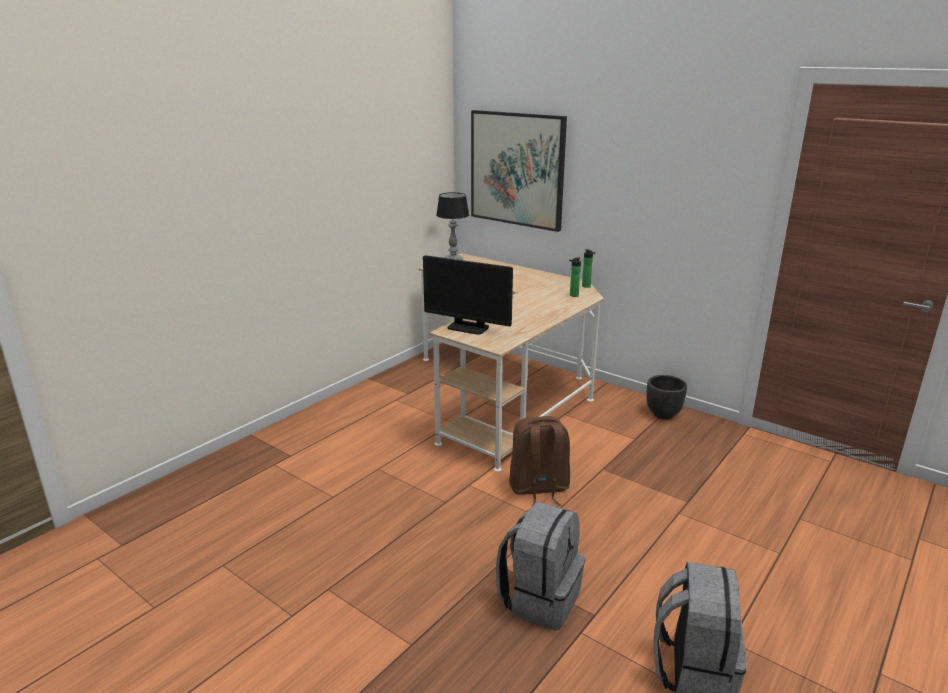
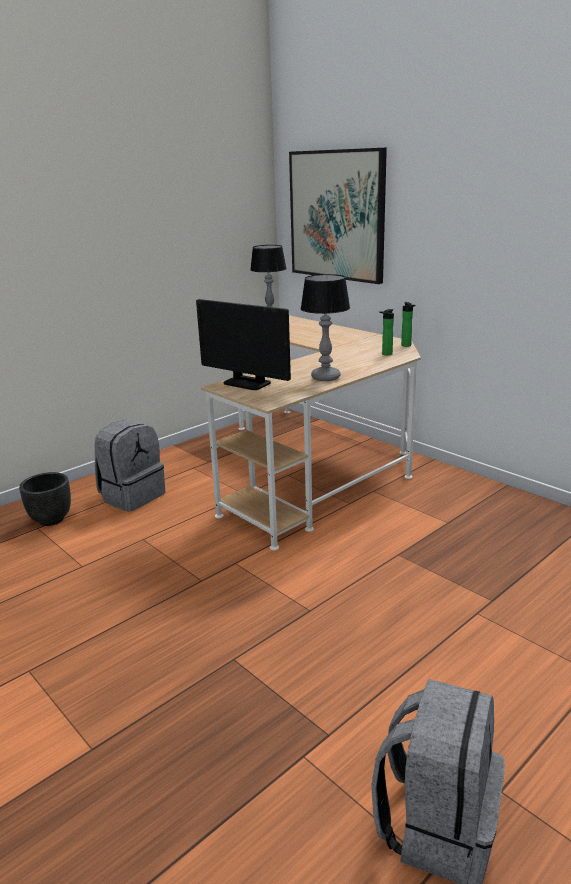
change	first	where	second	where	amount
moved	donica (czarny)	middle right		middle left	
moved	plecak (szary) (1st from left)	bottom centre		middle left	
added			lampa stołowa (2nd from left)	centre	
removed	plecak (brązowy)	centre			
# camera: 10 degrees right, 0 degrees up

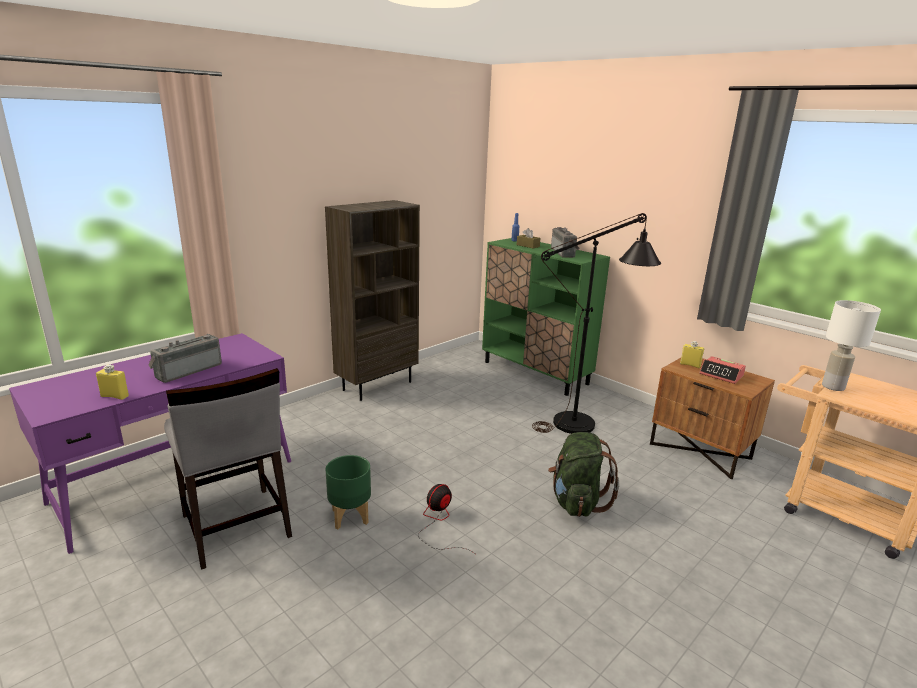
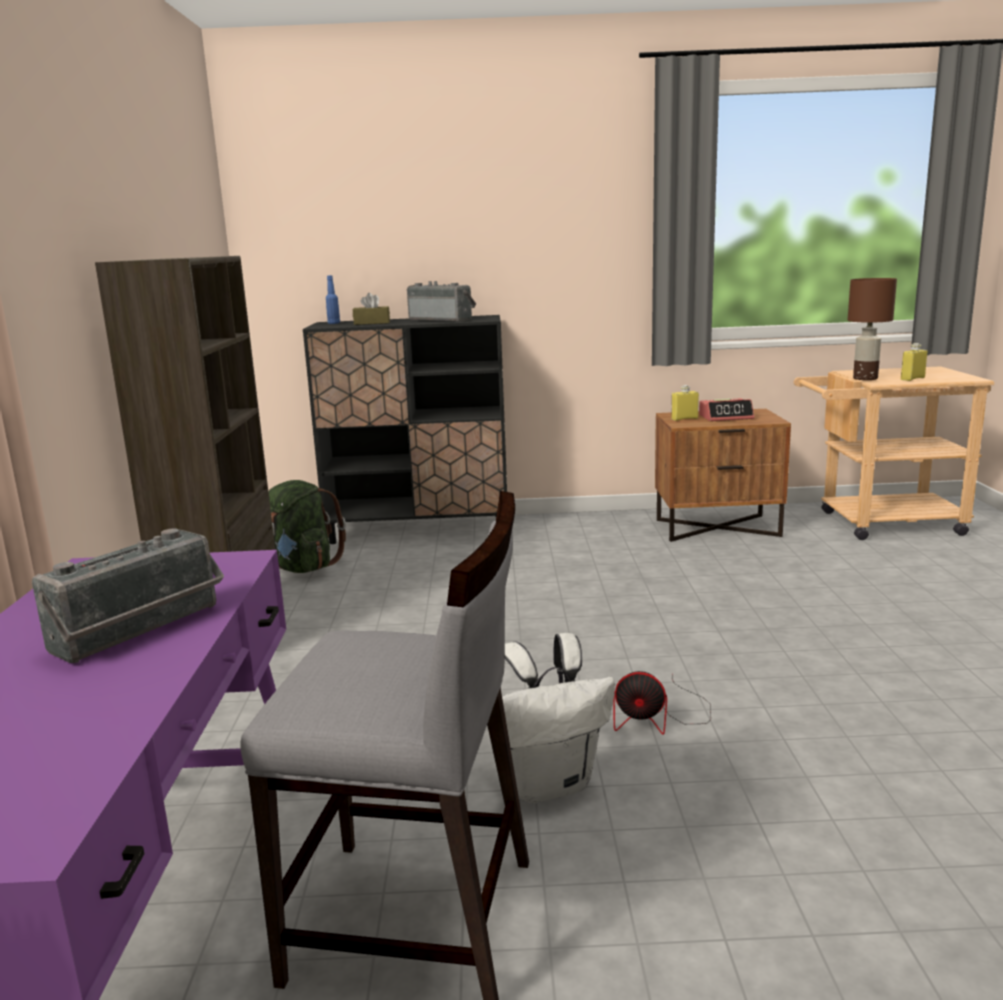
change	first	where	second	where	amount
turned	radio (1st from left)	middle left		middle left	135 degrees counterclockwise
moved	plecak (zielony)	bottom centre		middle left	
recoloured	szafka (zielony)	centre	szafka (czarny)	centre	
replaced	donica (zielony)	bottom centre	plecak (biały)	bottom centre	
turned	wentylator	bottom centre		bottom centre	75 degrees counterclockwise
recoloured	lampa stołowa (biały)	middle right	lampa stołowa (brązowy)	top right	
moved	butelka (żółty) (1st from left in the first image)	middle left	butelka (żółty) (2nd from left)	middle right	
removed	lampa stojąca (czarny)	centre			
# camera: 45 degrees left, 5 degrees down

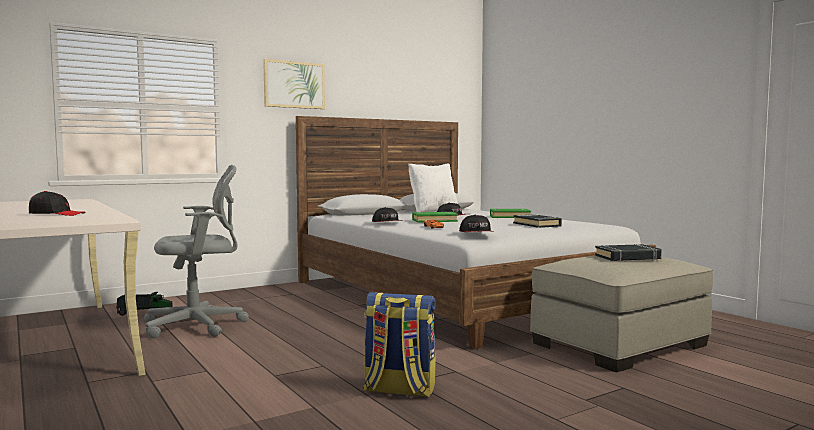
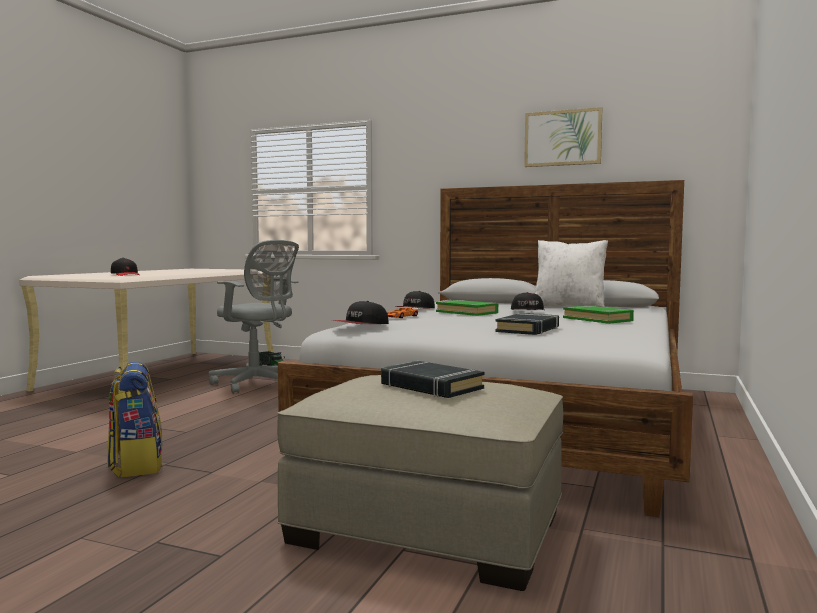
change	first	where	second	where	amount
moved	obraz	top centre		top right	
# camera: 55 degrees right, 0 degrees up

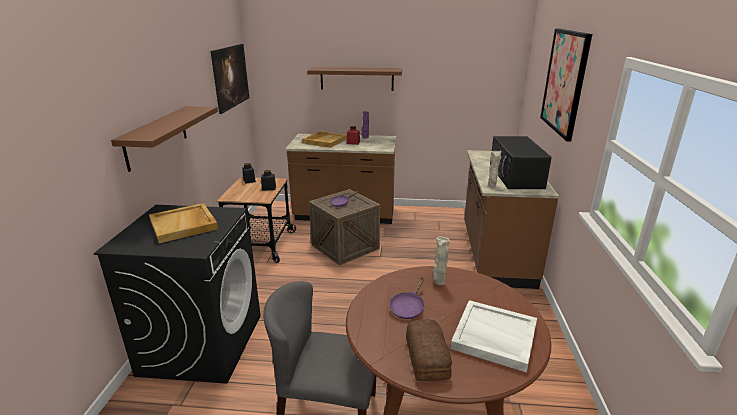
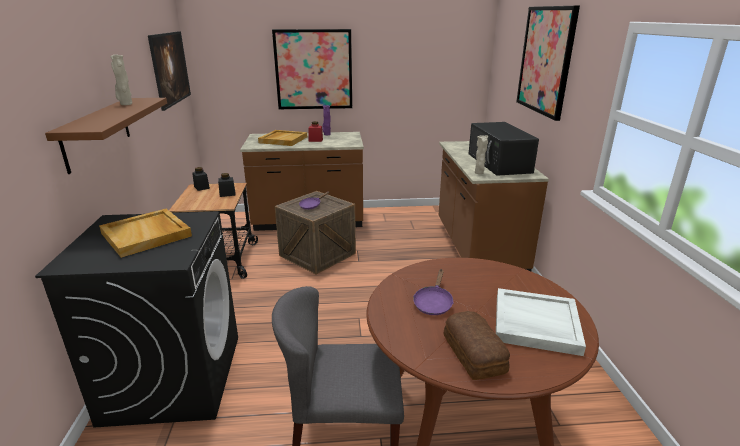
change	first	where	second	where	amount
moved	wazon (beżowy) (1st from left)	centre		top left	
replaced	półka (brązowy) (2nd from left)	top centre	obraz (2nd from left)	top centre	
# camera: 10 degrees left, 0 degrees up

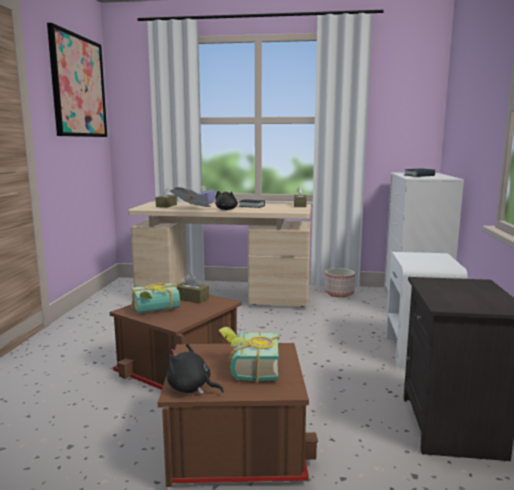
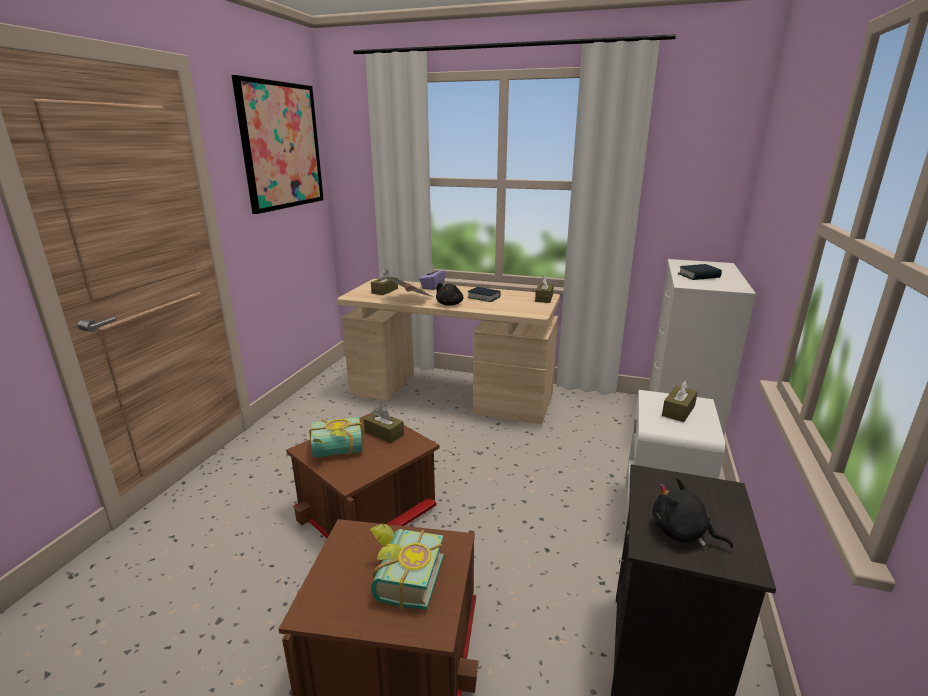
change	first	where	second	where	amount
moved	pluszak (czarny) (1st from left in the first image)	bottom centre	pluszak (czarny) (2nd from left)	bottom right	
added			pudełko chusteczek (brązowy) (4th from left)	middle right	
removed	donica	centre			
# camera: 10 degrees right, 10 degrees up

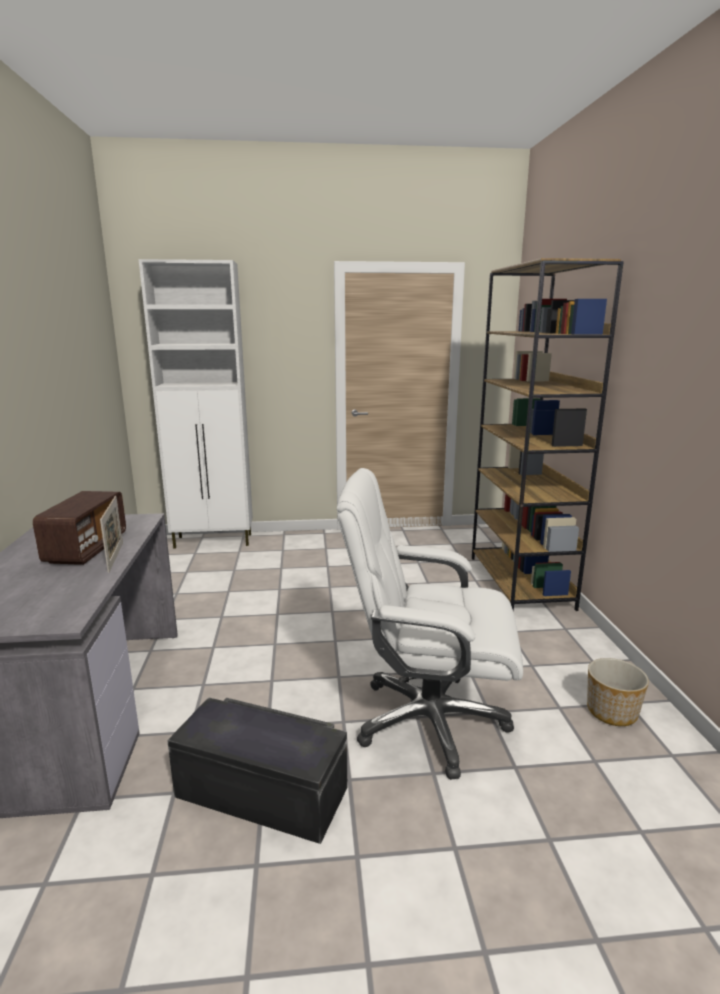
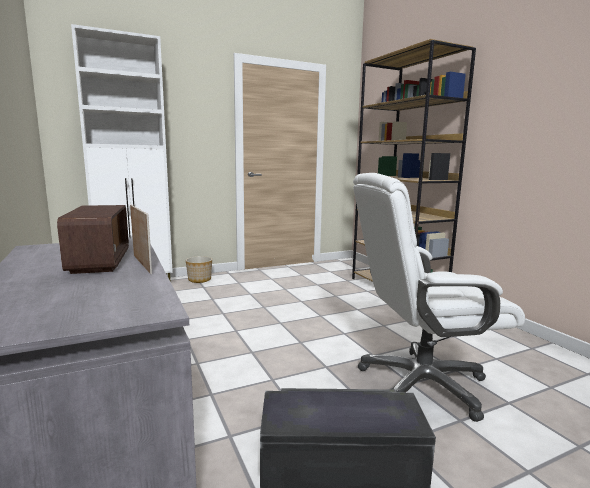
change	first	where	second	where	amount
moved	donica	bottom right		centre	
# camera: 20 degrees left, 5 degrees down

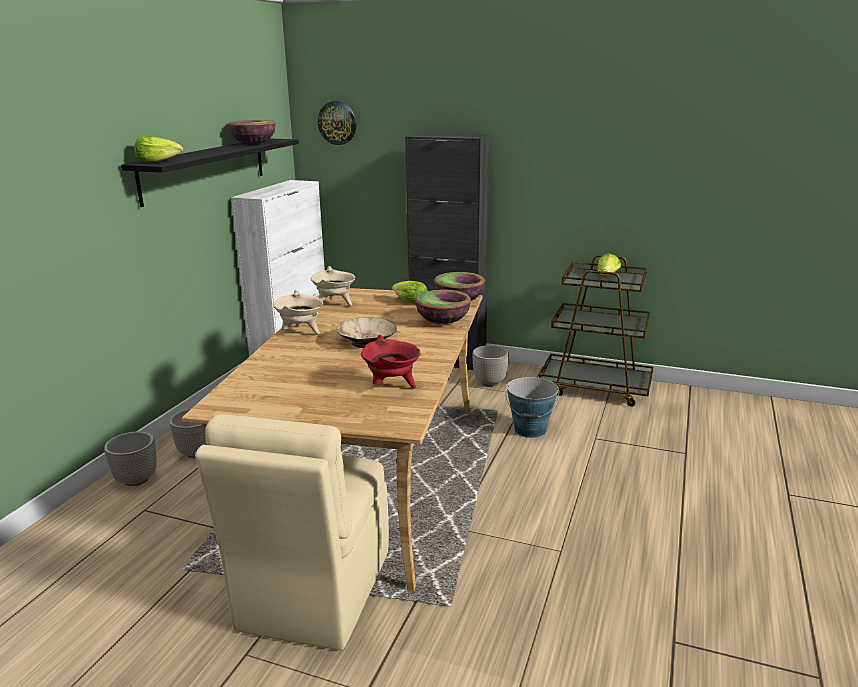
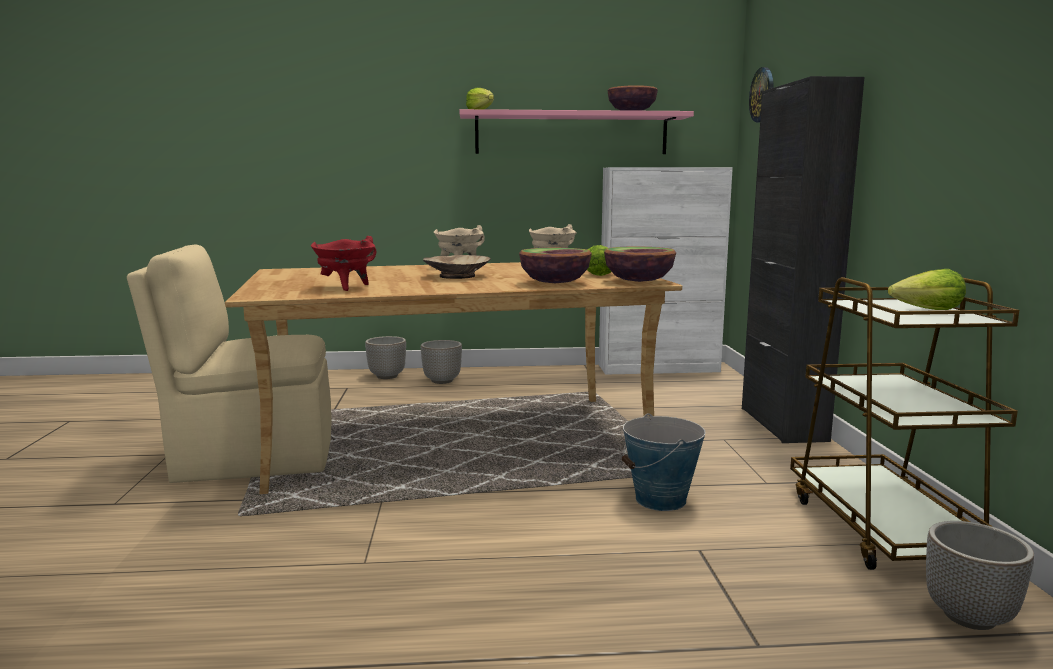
change	first	where	second	where	amount
recoloured	półka (czarny)	top left	półka (różowy)	top centre	
moved	donica (3rd from left)	centre		bottom right	
# camera: 65 degrees right, 10 degrees down

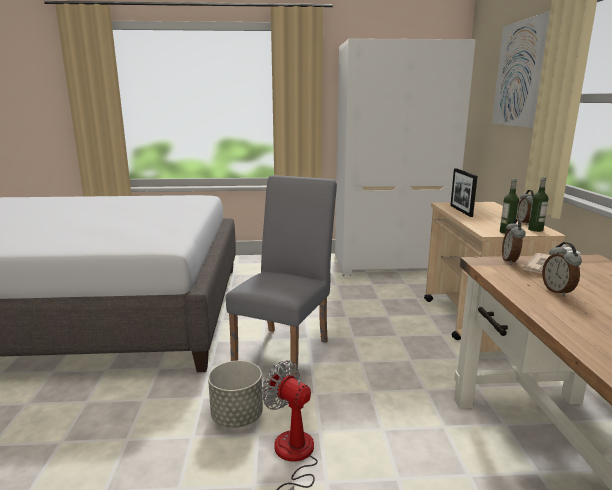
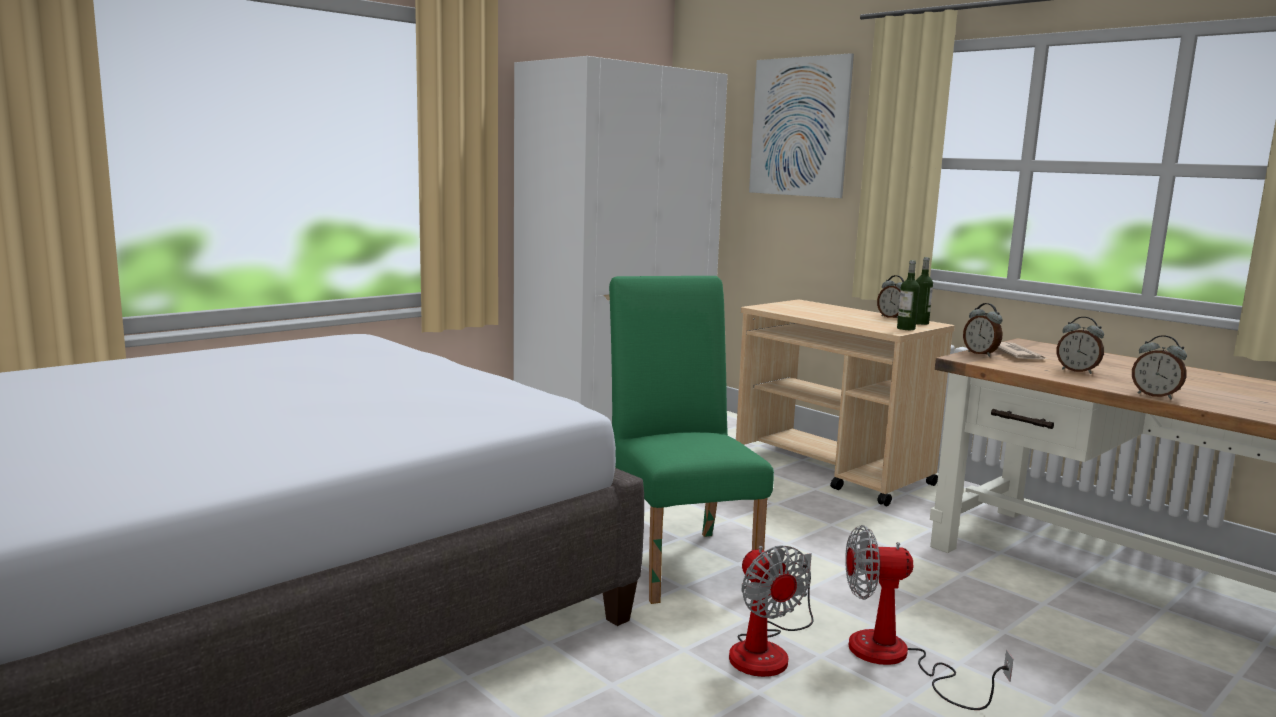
change	first	where	second	where	amount
recoloured	krzesło (szary)	centre	krzesło (zielony)	centre	
replaced	donica (szary)	bottom centre	wentylator (1st from left)	bottom centre	
added			budzik (4th from left)	middle right	
removed	ramka na zdjęcie	middle right			
# camera: 40 degrees left, 5 degrees down

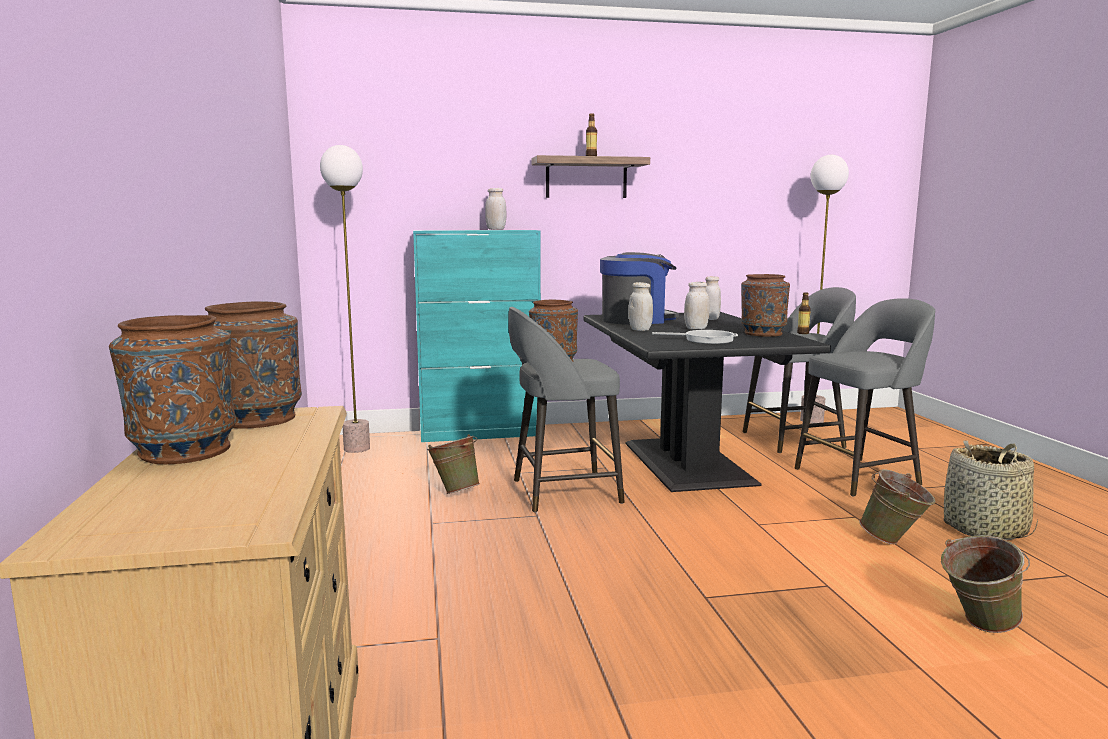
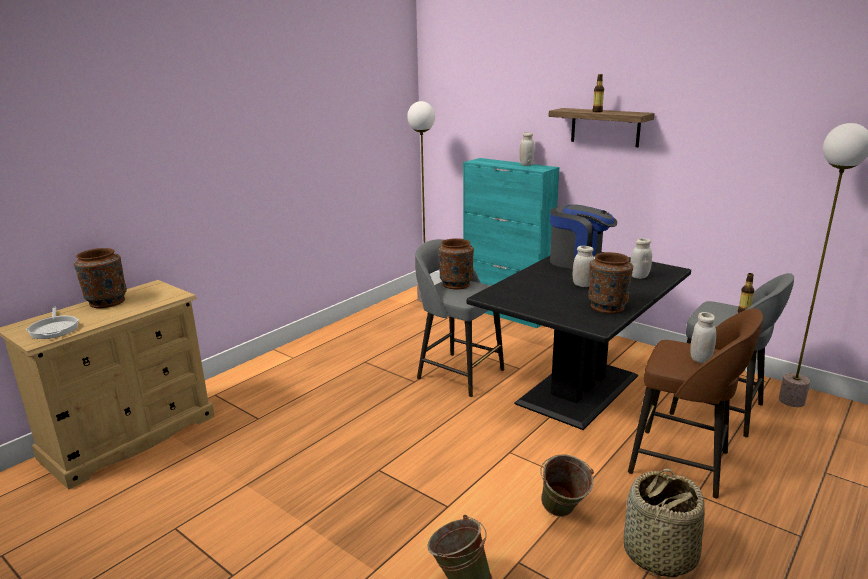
change	first	where	second	where	amount
moved	patelnia	centre		middle left	
recoloured	stołek (szary) (3rd from left)	middle right	stołek (brązowy)	bottom right	
moved	słoik (biały) (2nd from left in the first image)	centre	słoik (biały) (4th from left)	middle right	
removed	wazon (brązowy) (2nd from left)	middle left			
removed	wiadro (zielony) (1st from left)	centre			
# camera: 50 degrees right, 10 degrees up

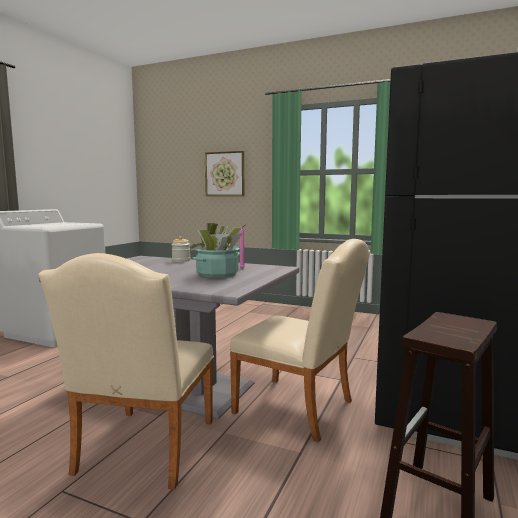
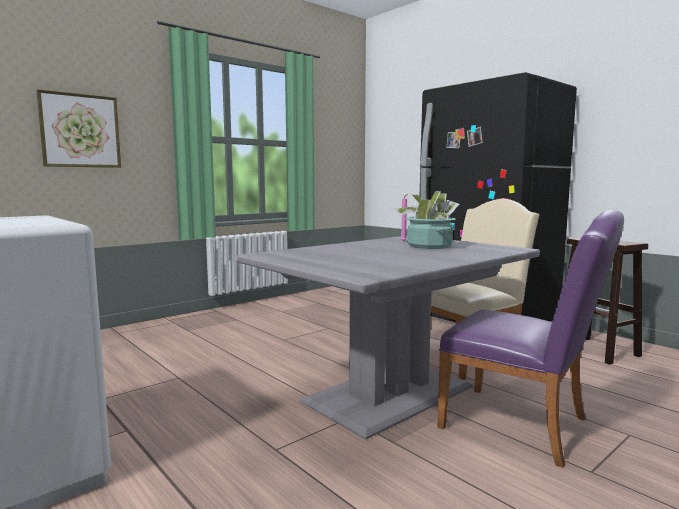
change	first	where	second	where	amount
recoloured	krzesło (beżowy) (1st from left)	bottom left	krzesło (fioletowy)	middle right	
removed	słoik	centre			
# camera: 65 degrees left, 0 degrees up

